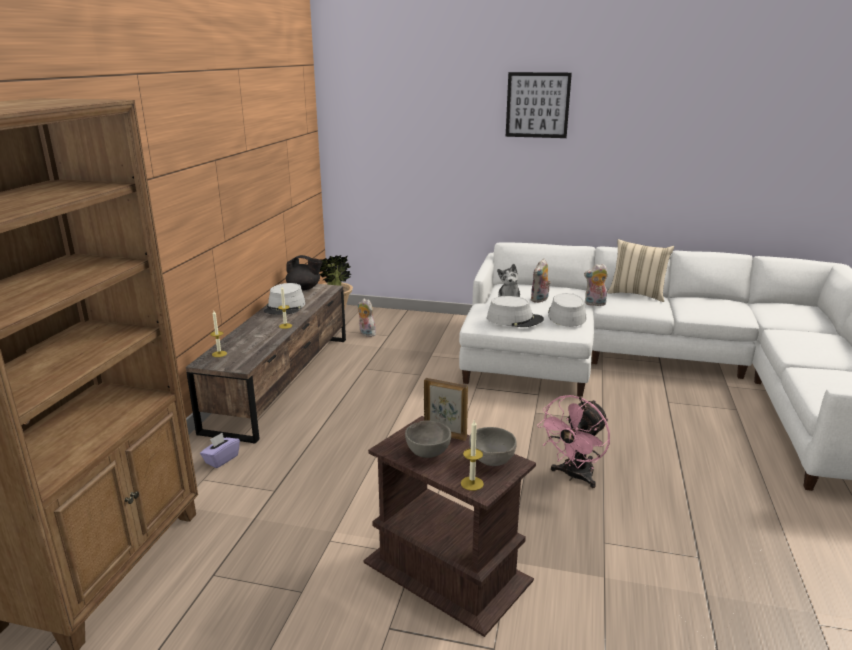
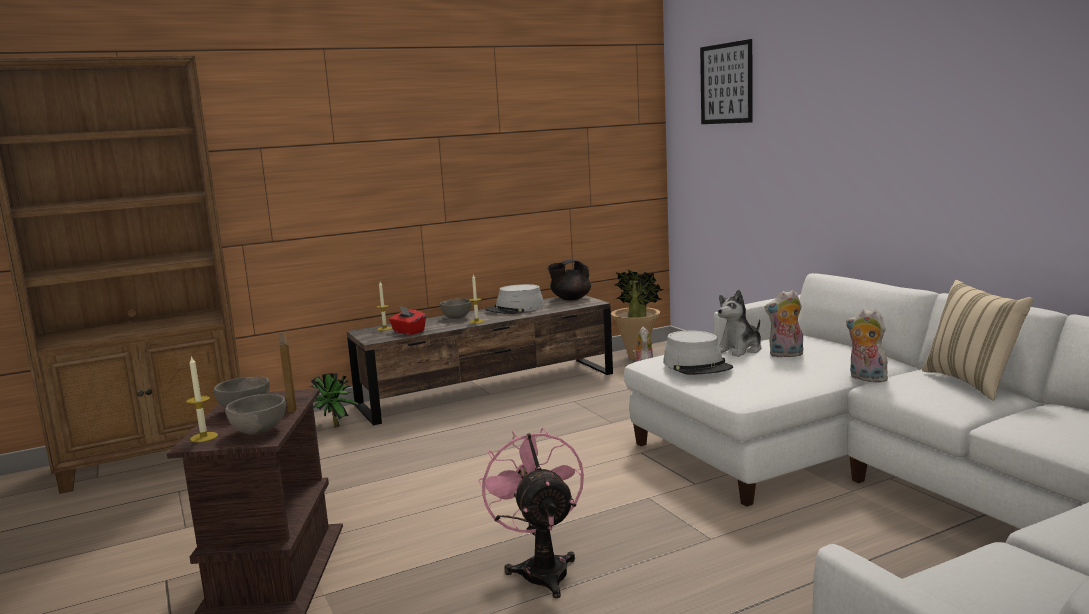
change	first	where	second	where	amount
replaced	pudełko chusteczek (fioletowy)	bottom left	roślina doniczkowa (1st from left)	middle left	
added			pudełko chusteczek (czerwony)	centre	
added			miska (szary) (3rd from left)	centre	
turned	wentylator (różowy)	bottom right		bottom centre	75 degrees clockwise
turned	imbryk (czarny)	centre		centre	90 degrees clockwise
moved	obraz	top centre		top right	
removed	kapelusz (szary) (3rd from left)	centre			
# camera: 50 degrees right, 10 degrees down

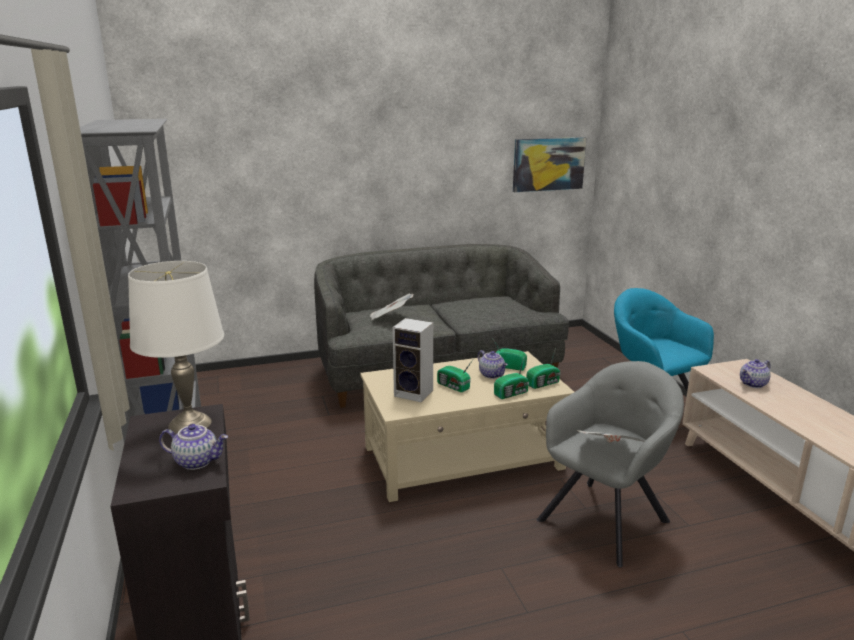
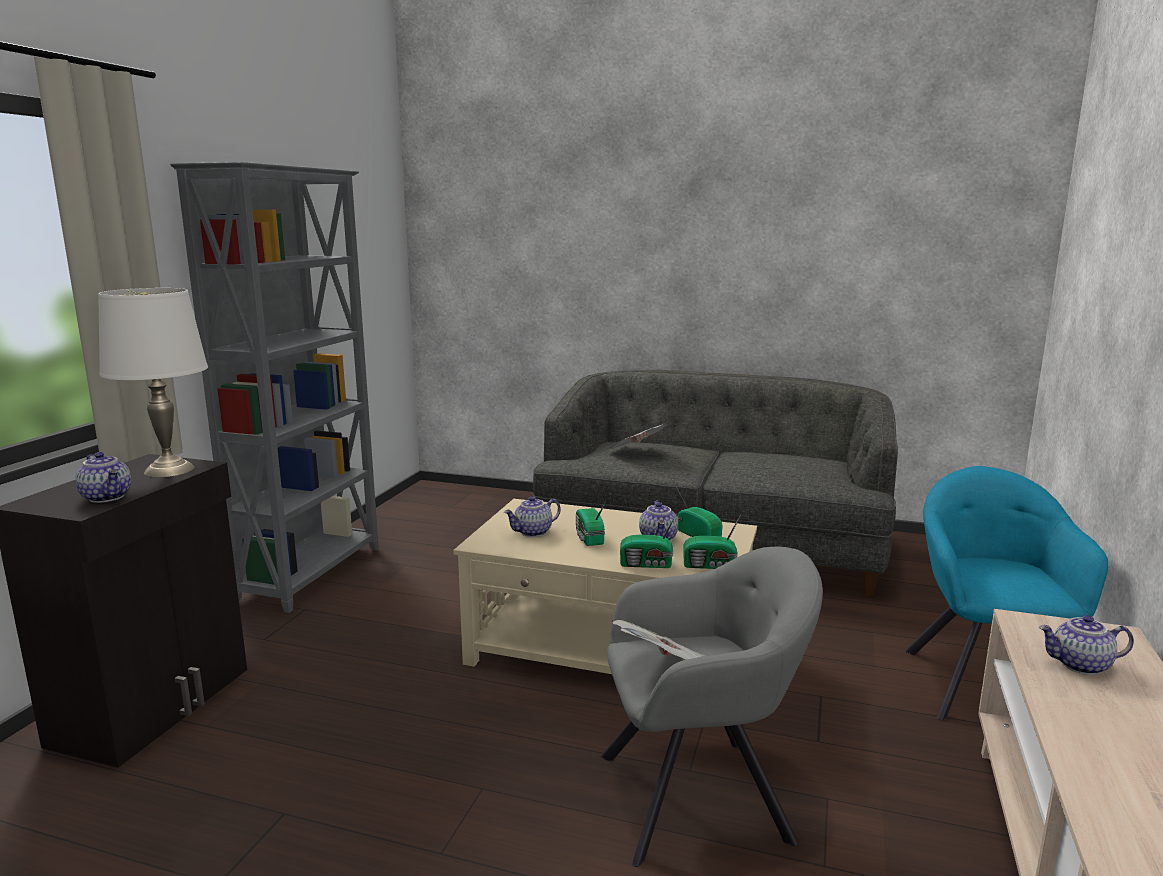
change	first	where	second	where	amount
replaced	głośnik	centre	imbryk (2nd from left)	centre	
removed	obraz	top centre			
# camera: 35 degrees right, 5 degrees down

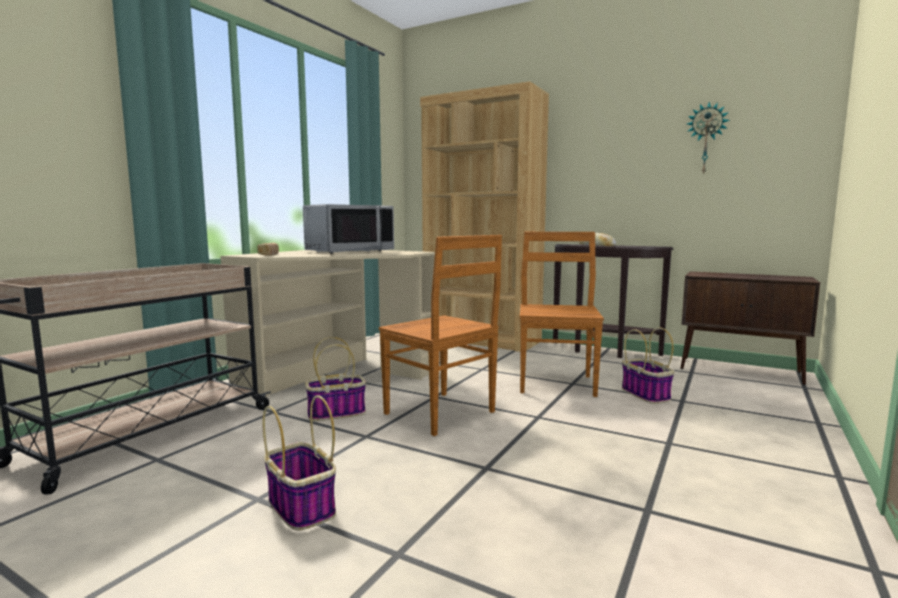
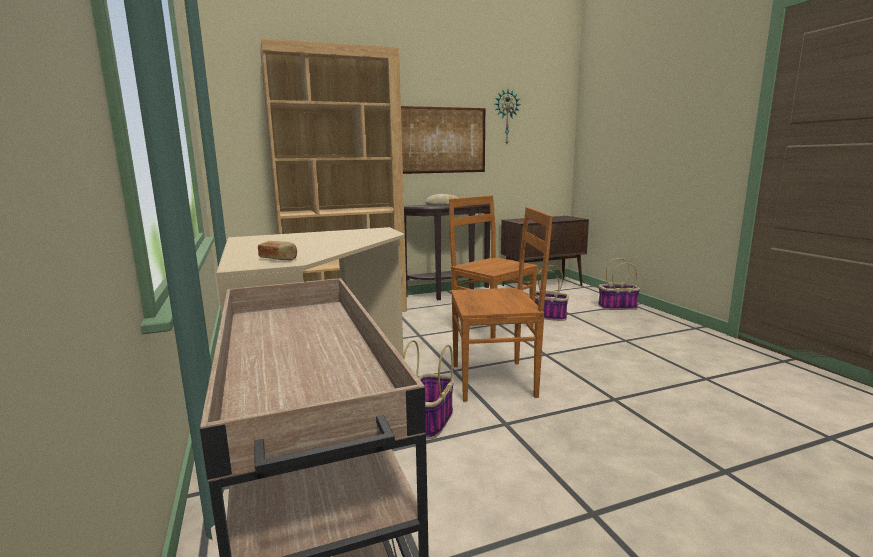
change	first	where	second	where	amount
added			obraz	top centre	
moved	koszyk (1st from left in the first image)	bottom left	koszyk (3rd from left)	middle right	
removed	mikrofalówka (szary)	centre			
# camera: 50 degrees left, 5 degrees up

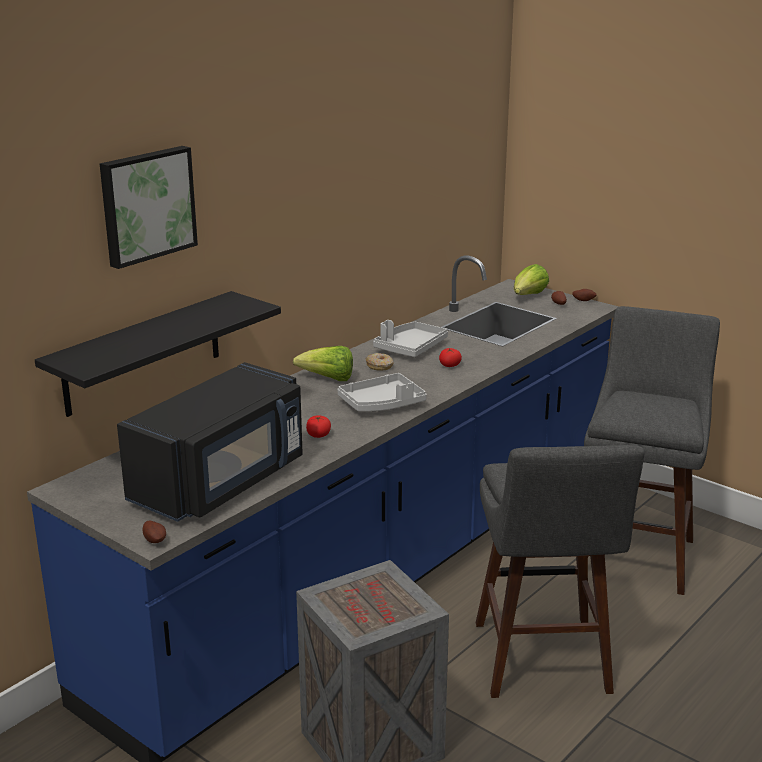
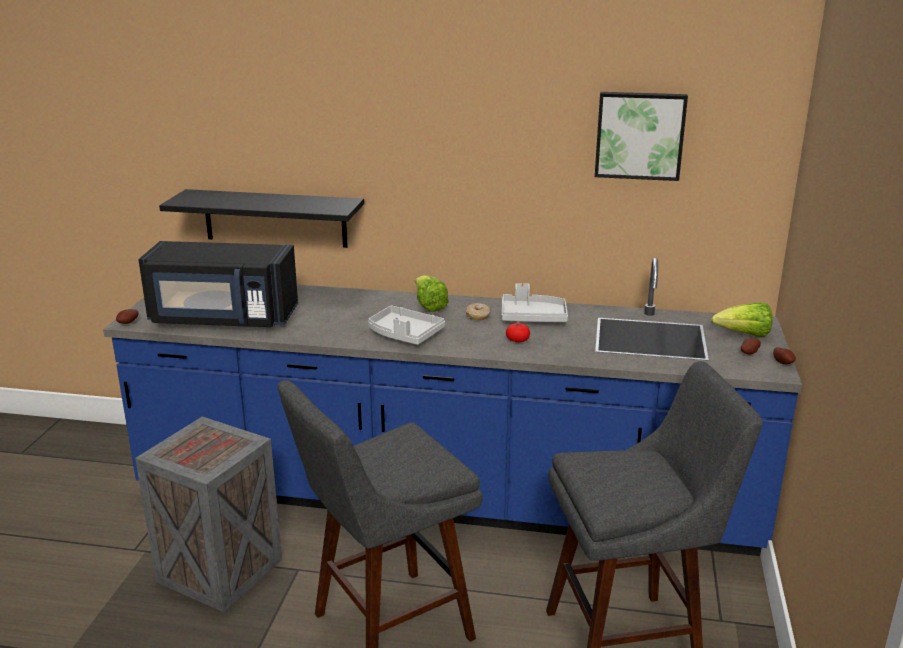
change	first	where	second	where	amount
moved	obraz	top left		top right	
removed	pomidor (1st from left)	centre			
# camera: 60 degrees right, 0 degrees up

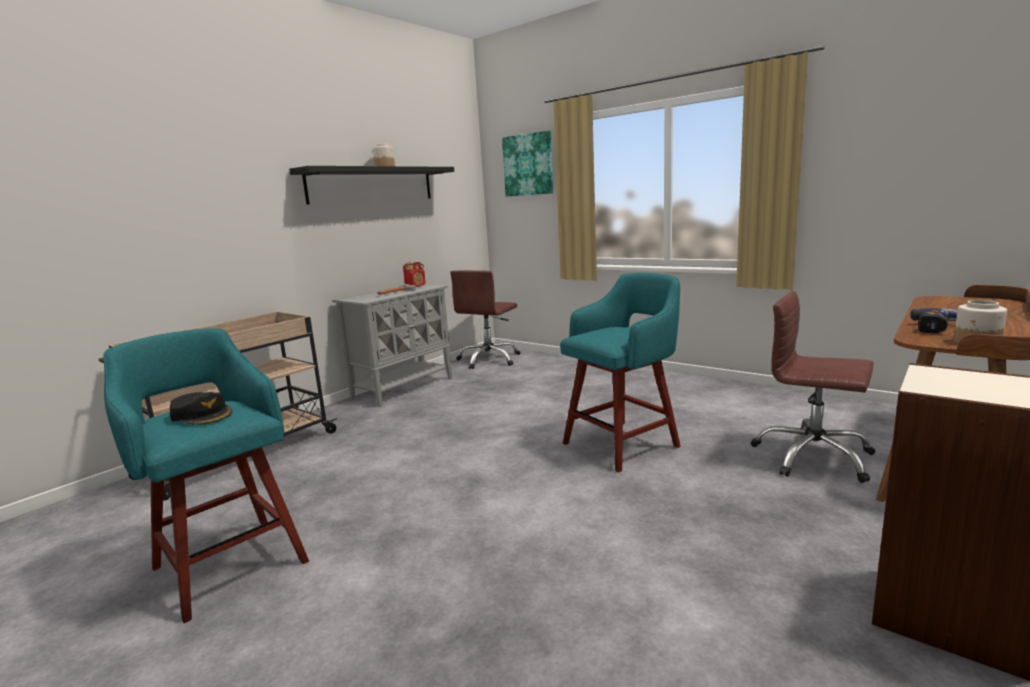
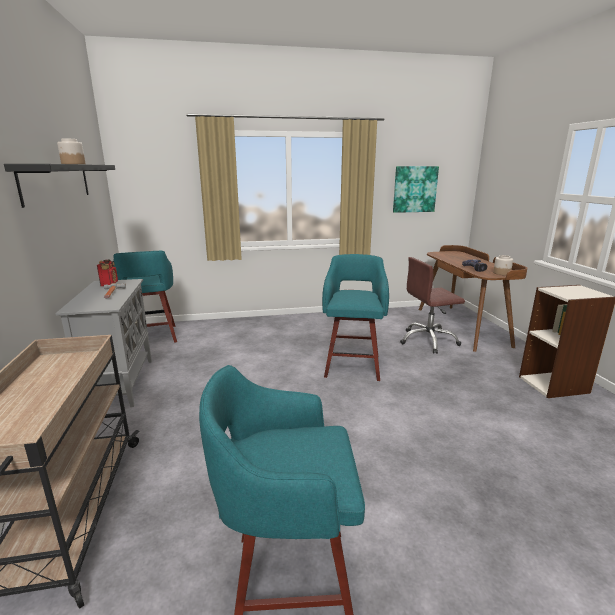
change	first	where	second	where	amount
replaced	krzesło biurowe (brązowy) (1st from left)	centre	stołek (turkusowy) (1st from left)	middle left	
moved	obraz	top centre		top right	
removed	czapka z daszkiem (czarny)	middle left			
# camera: 50 degrees left, 5 degrees up

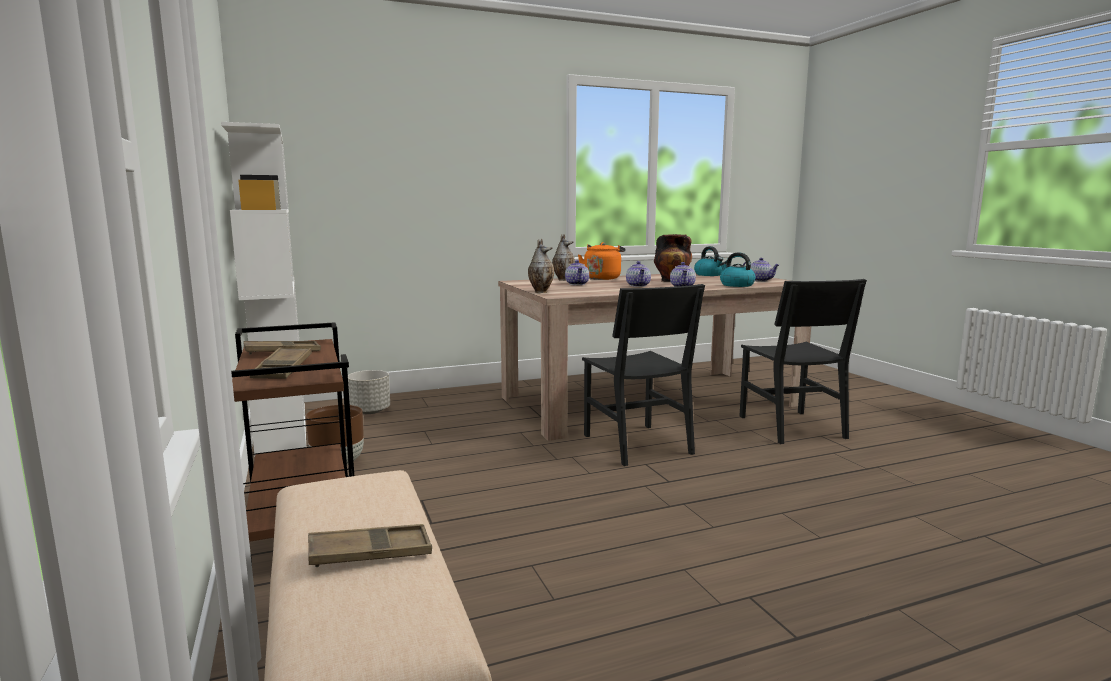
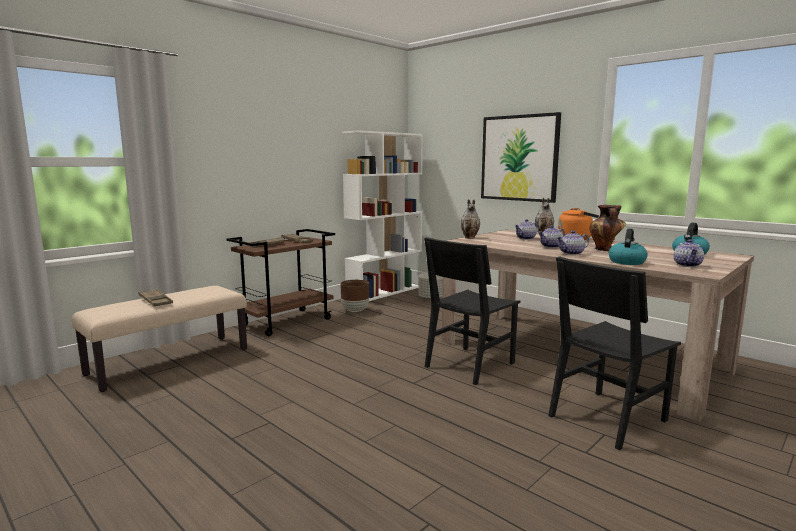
change	first	where	second	where	amount
added			obraz	top centre	
# camera: 65 degrees right, 0 degrees up

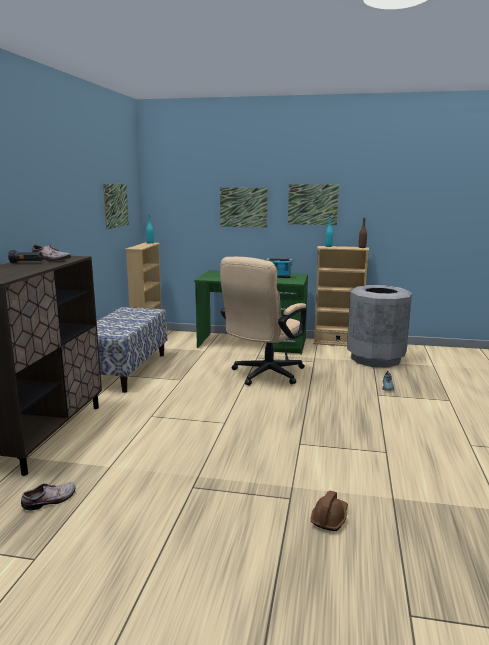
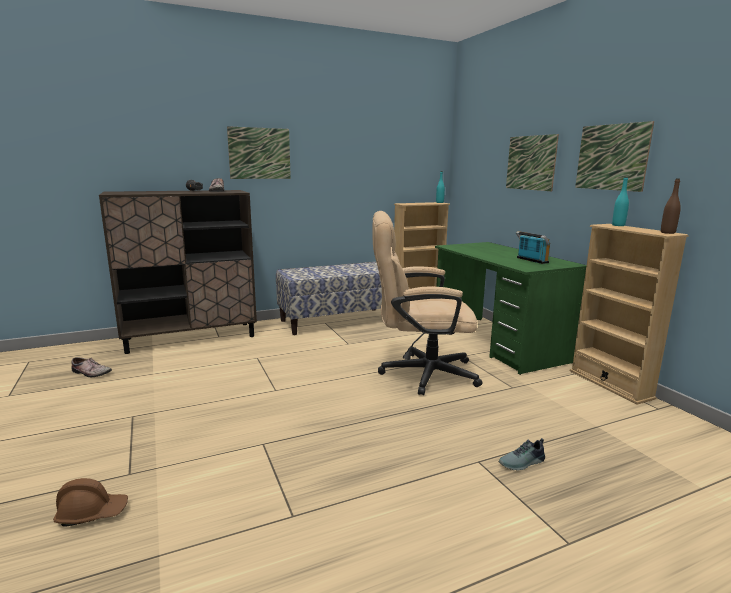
change	first	where	second	where	amount
moved	obraz (1st from left)	top left		top centre	
removed	kosz na śmieci (szary)	middle right			
# camera: 55 degrees right, 0 degrees up

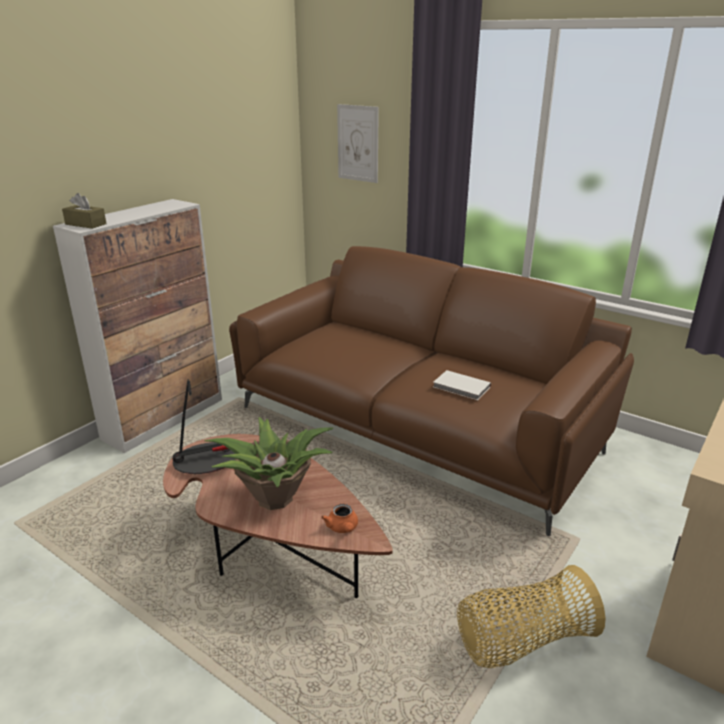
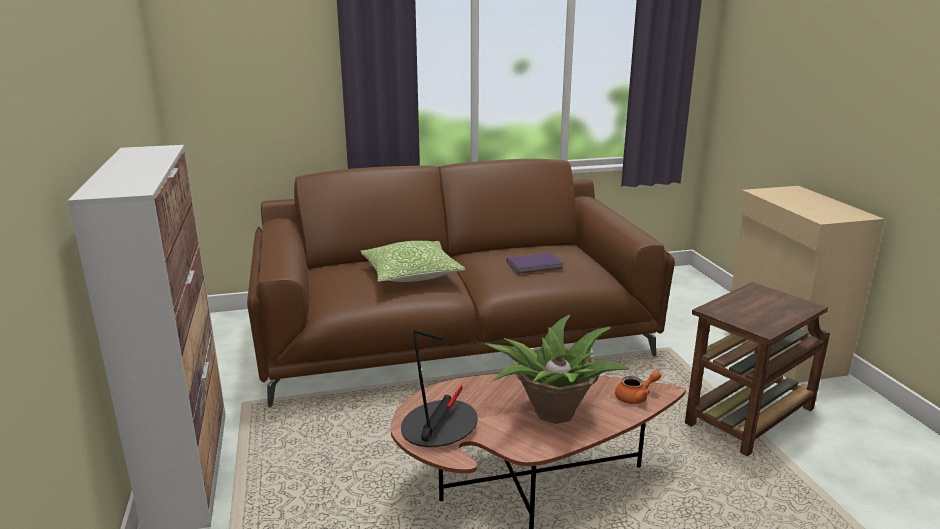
change	first	where	second	where	amount
added			poduszka	centre	
recoloured	książka (biały)	centre	książka (fioletowy)	centre	
turned	imbryk (pomarańczowy)	bottom centre		bottom right	45 degrees counterclockwise
replaced	koszyk	bottom right	stolik (brązowy)	bottom right	
removed	pudełko chusteczek (brązowy)	top left			
removed	obraz	top centre			
# camera: 50 degrees left, 5 degrees down

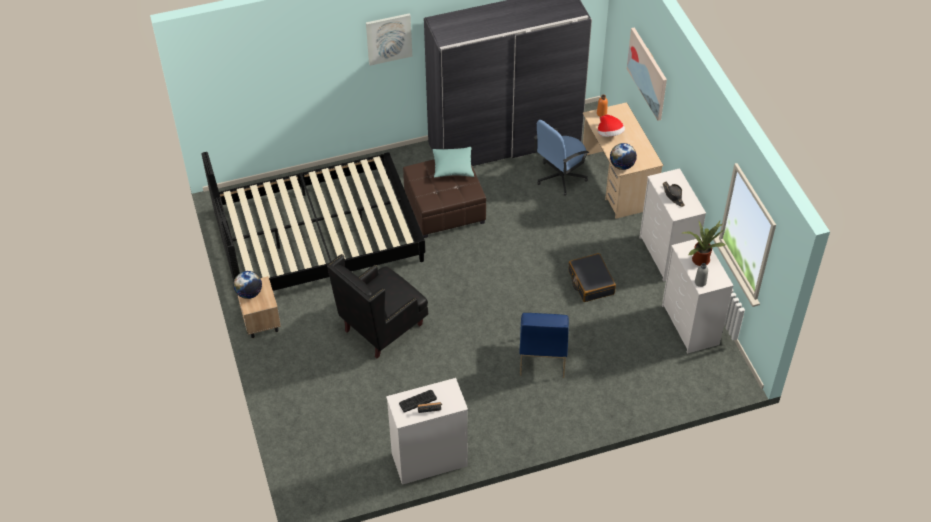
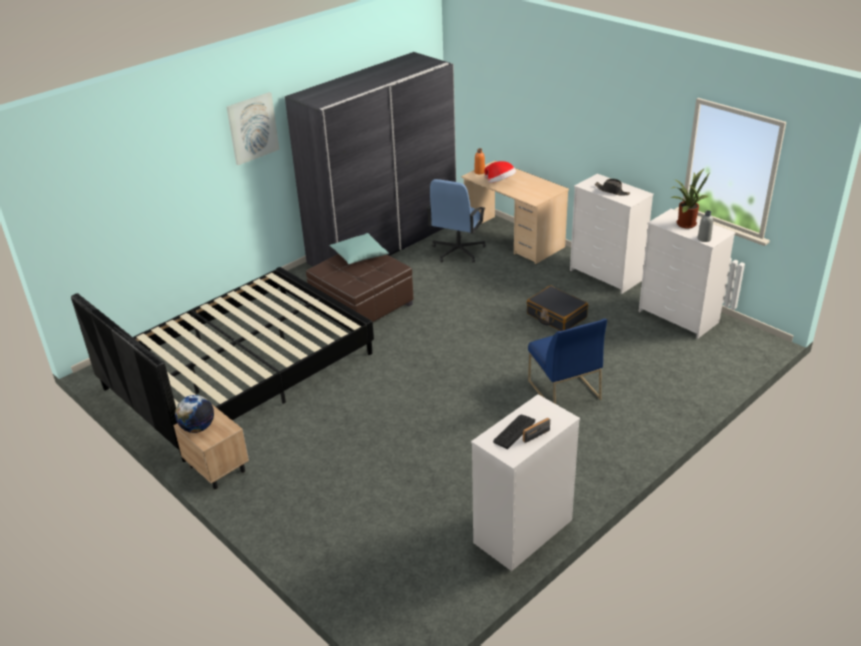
change	first	where	second	where	amount
removed	fotel (czarny)	centre			
removed	globus (2nd from left)	top right			
removed	obraz (2nd from left)	top right			
# camera: 25 degrees left, 15 degrees down

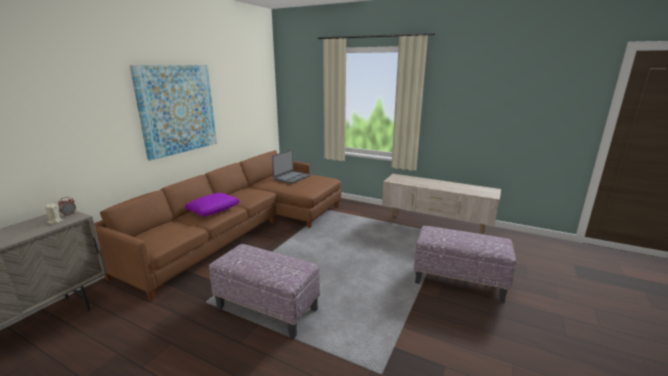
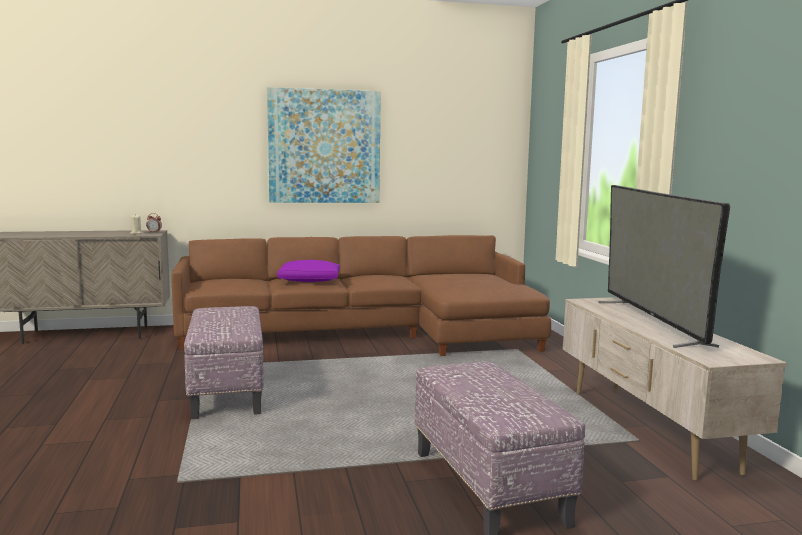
change	first	where	second	where	amount
added			telewizor	middle right	
removed	laptop	centre			
# camera: 50 degrees right, 10 degrees down

